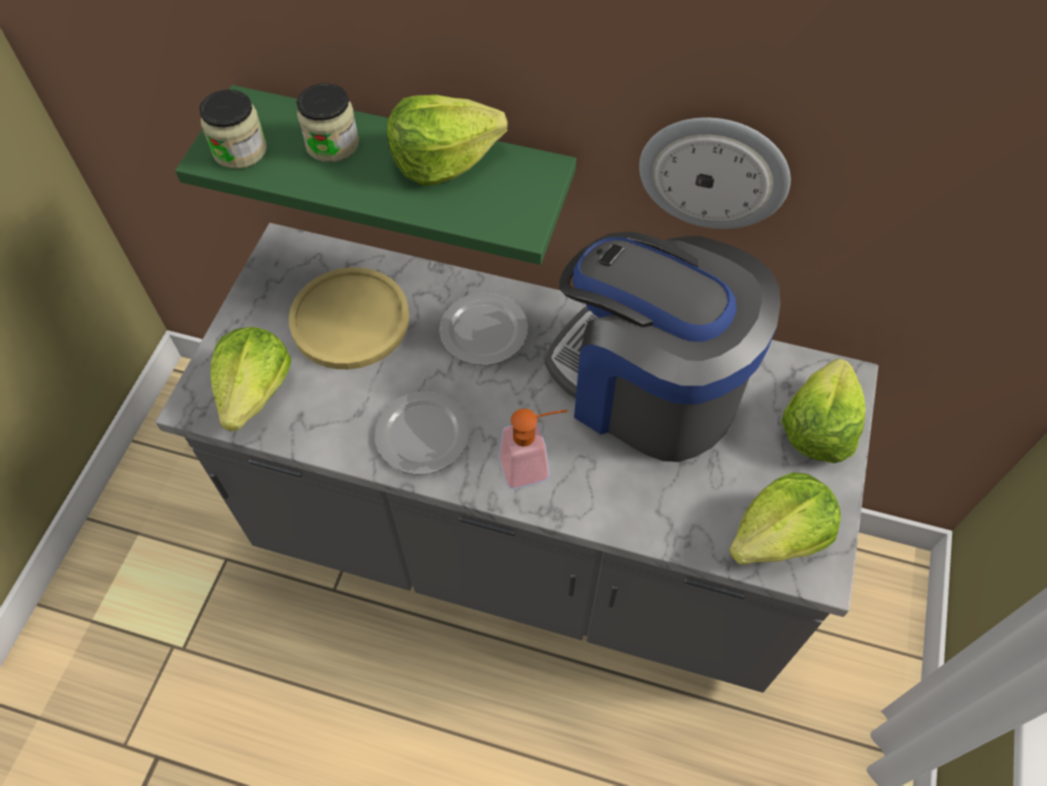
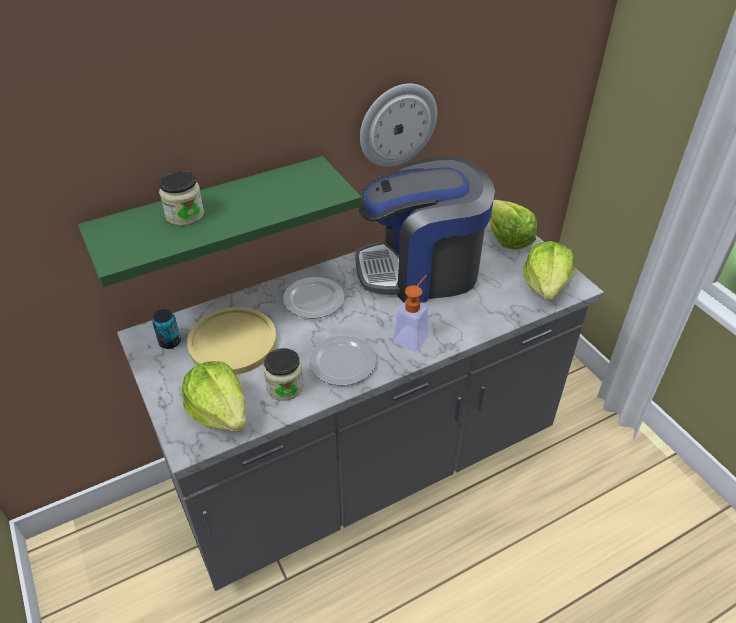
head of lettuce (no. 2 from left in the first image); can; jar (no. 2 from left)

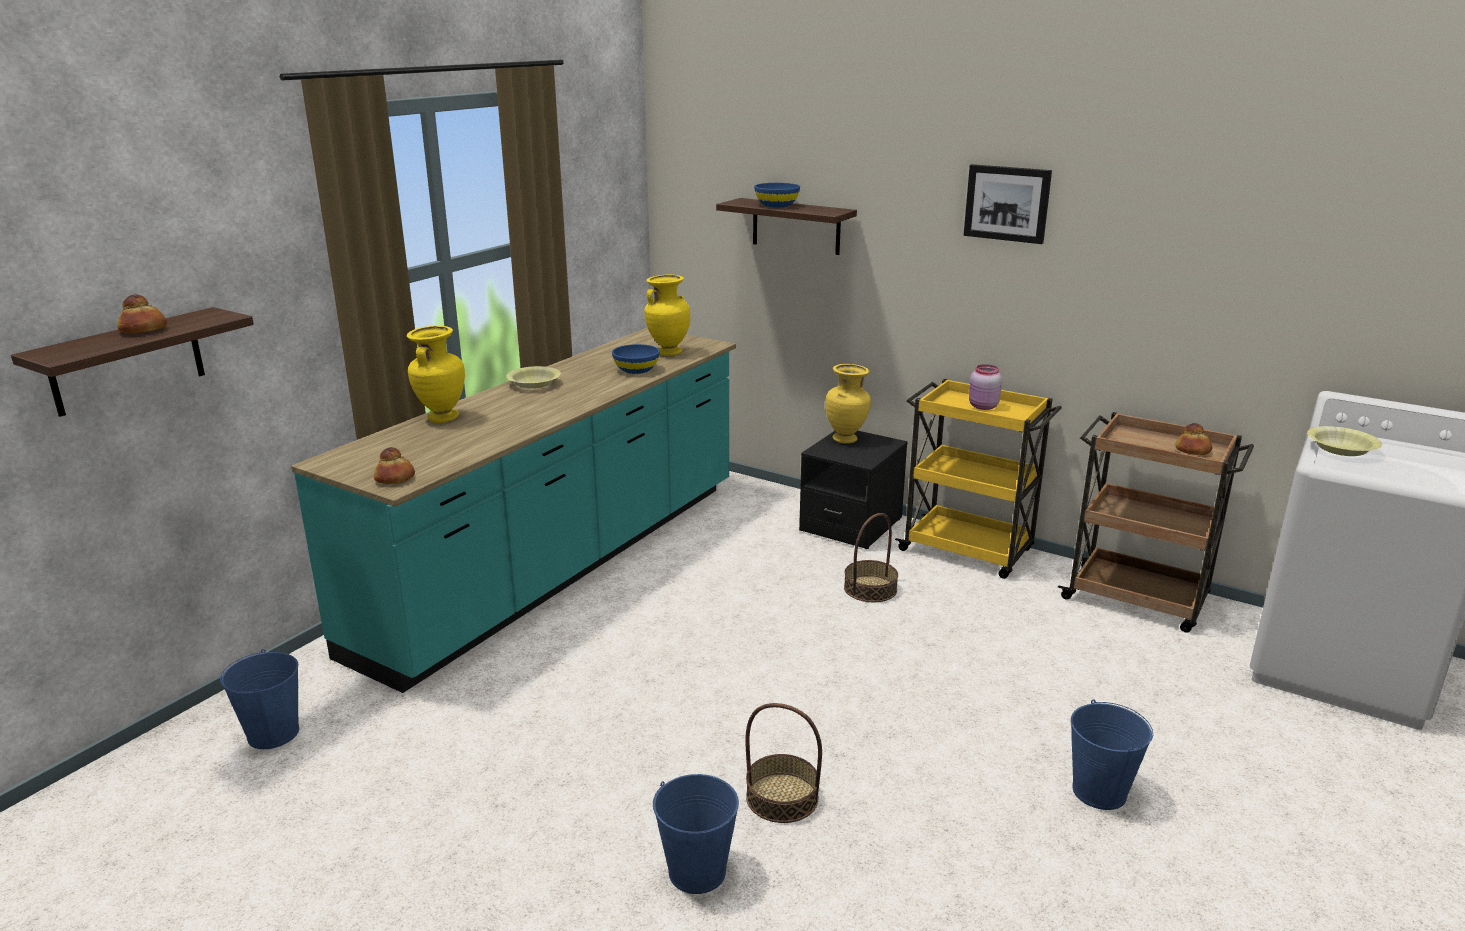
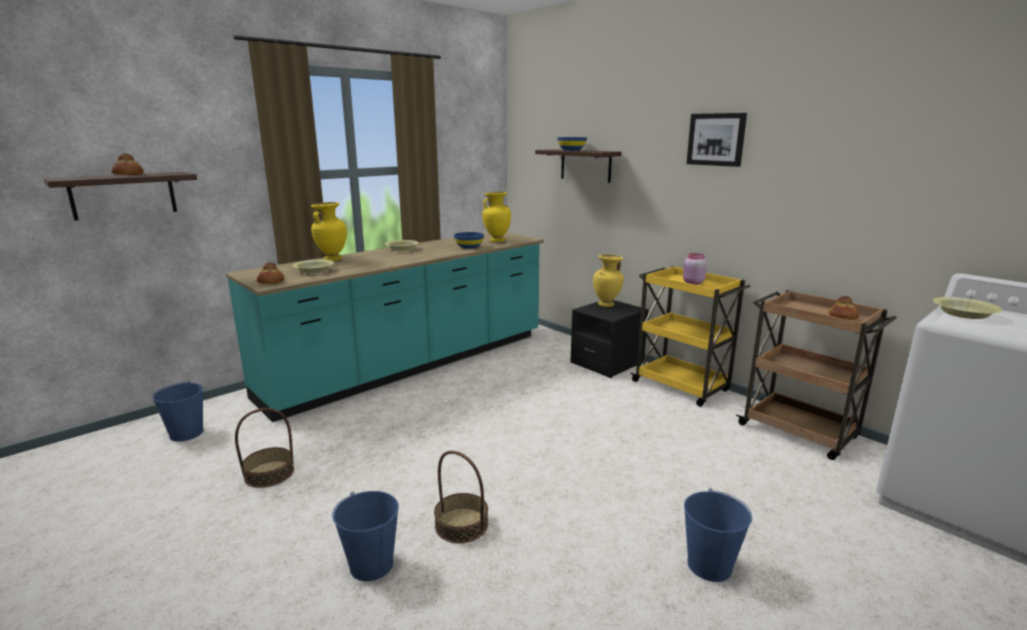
yellow deep dish (no. 1 from left); household basket (no. 1 from left)

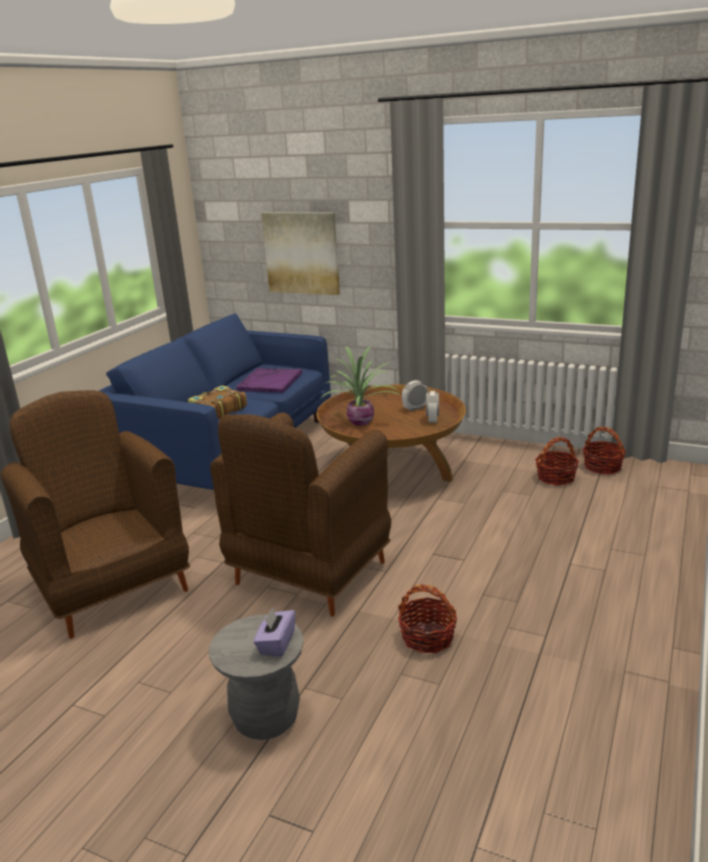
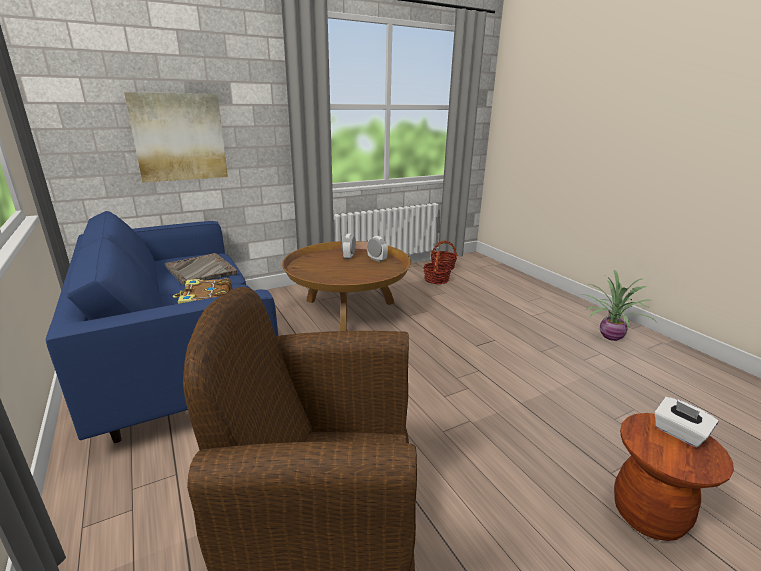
brown lounge chair (no. 2 from left in the first image); household basket (no. 1 from left in the first image); potted plant; brown stool; greyish carrying tray; white box of tissues

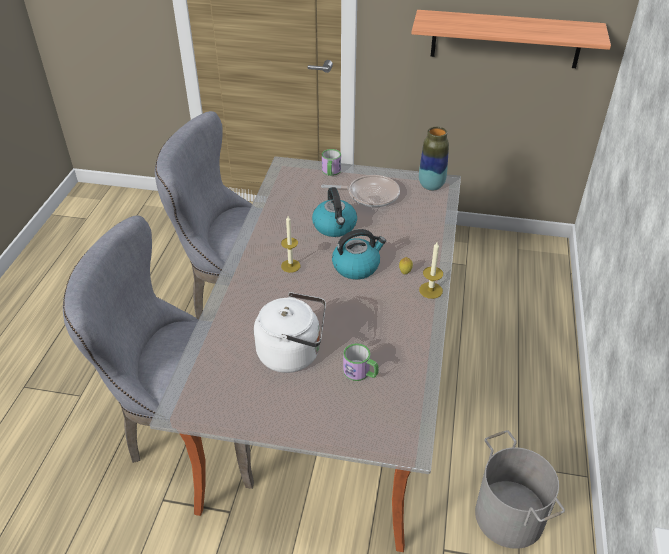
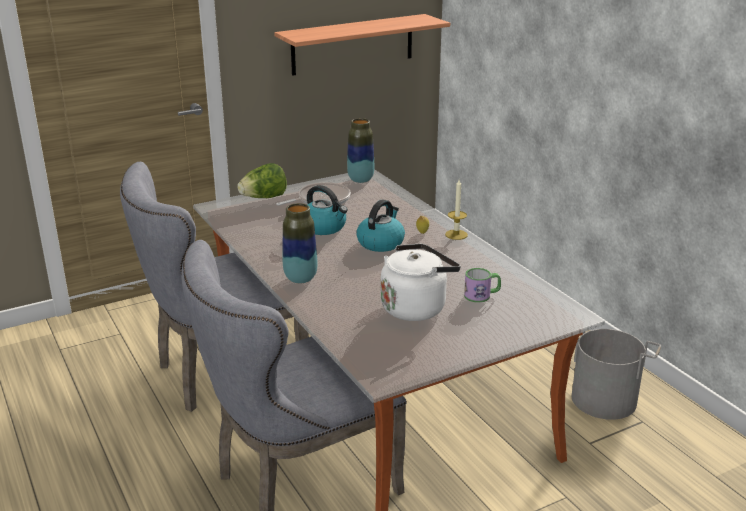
wax light (no. 1 from left in the first image); decorative vase (no. 1 from left); head of lettuce

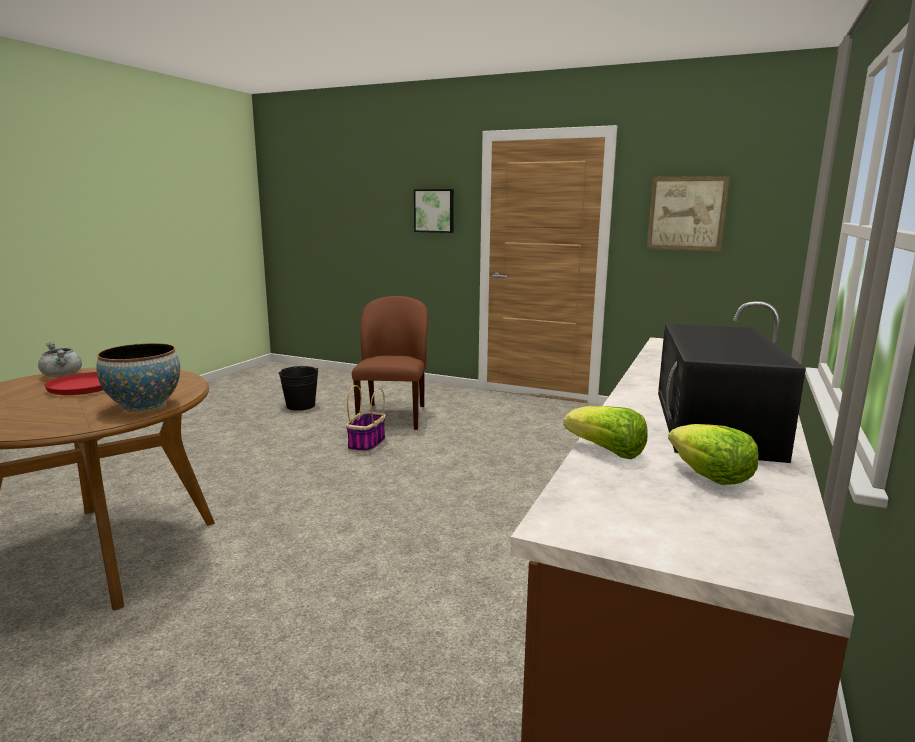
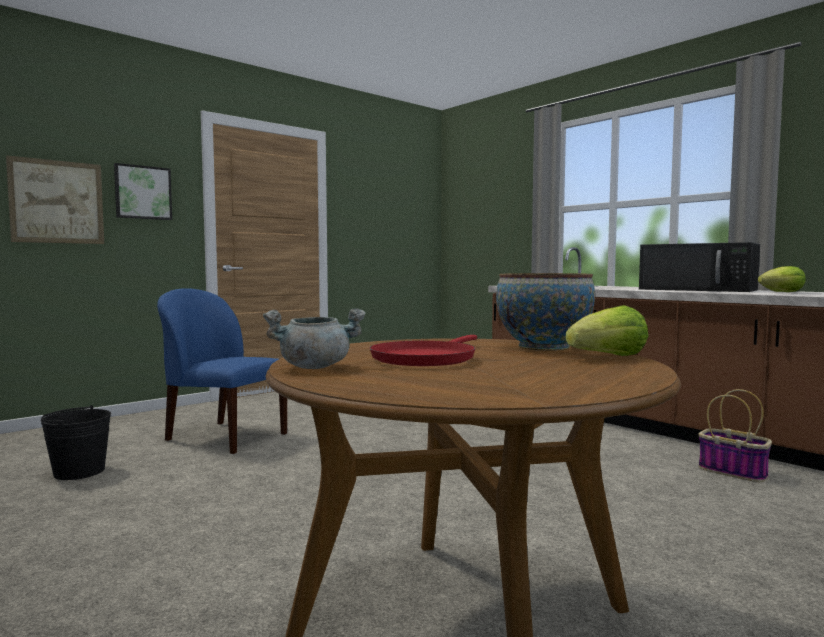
household basket; head of lettuce (no. 1 from left); wall art (no. 1 from left); blue-coloured plain chair

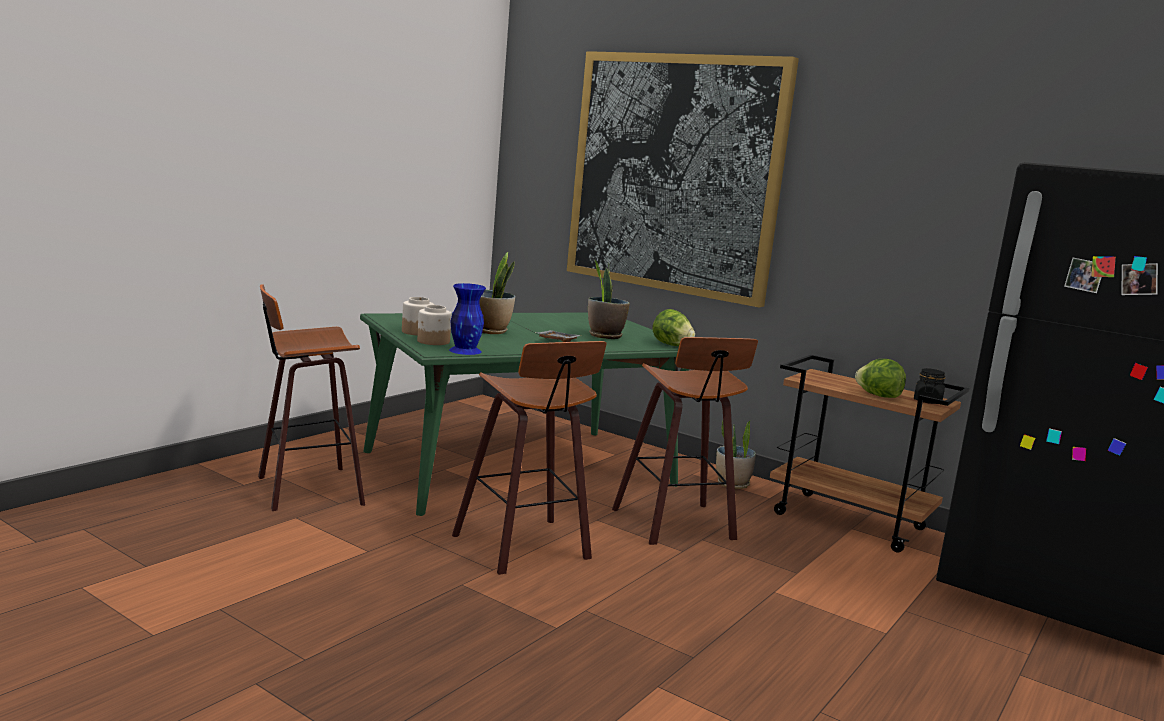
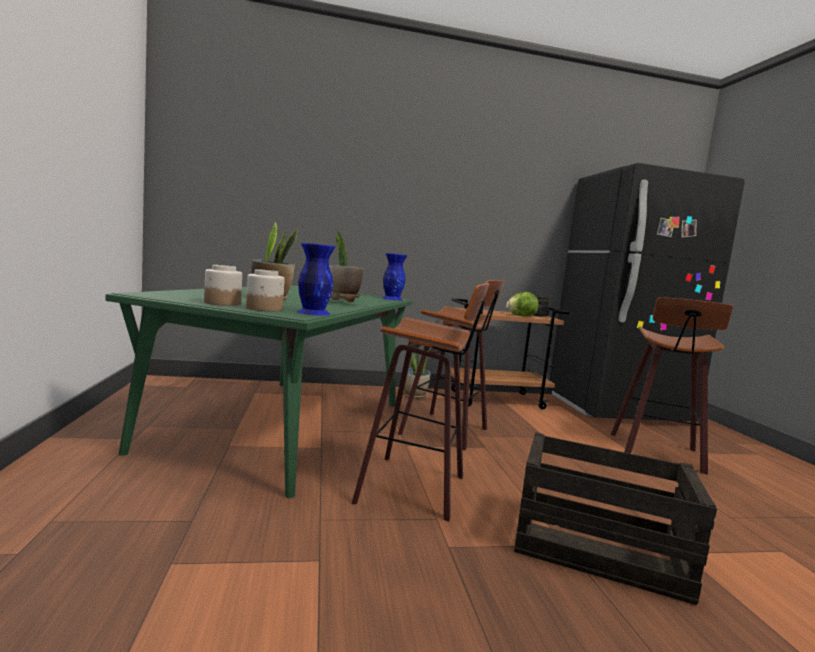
wall art; packing crate; stool (no. 3 from left); blue-coloured decorative vase (no. 2 from left)

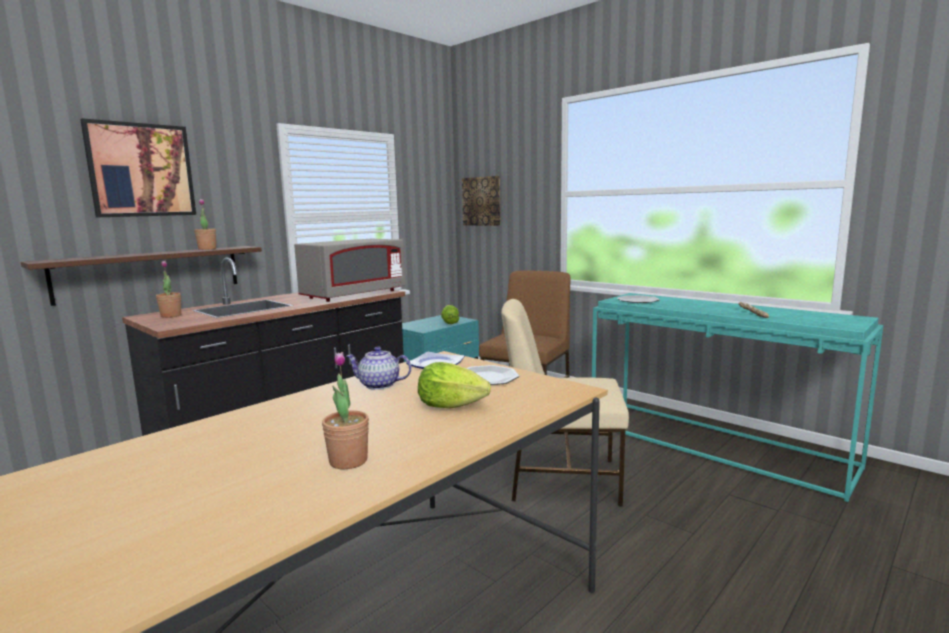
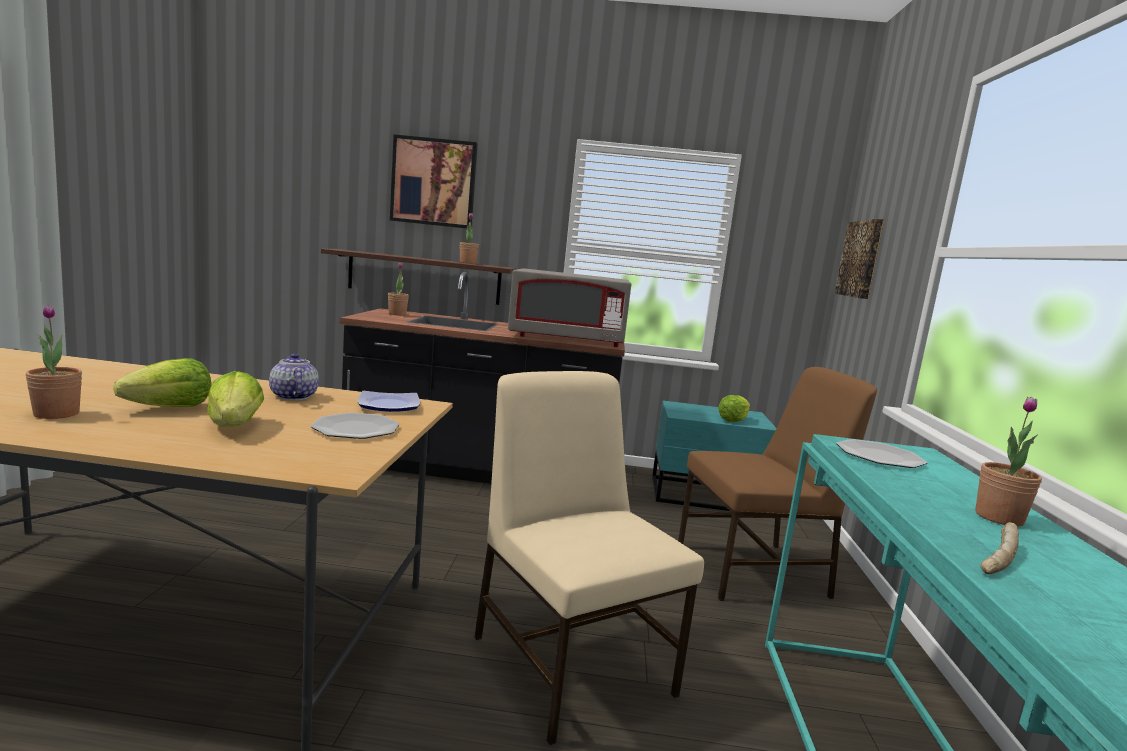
head of lettuce (no. 1 from left); potted plant (no. 4 from left)

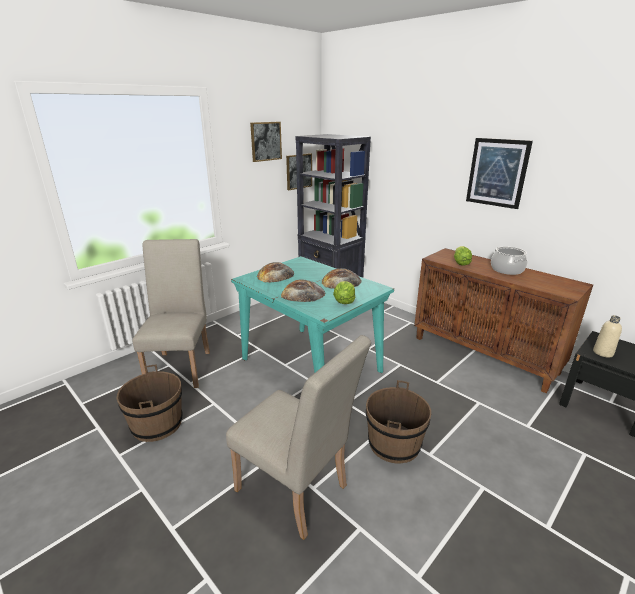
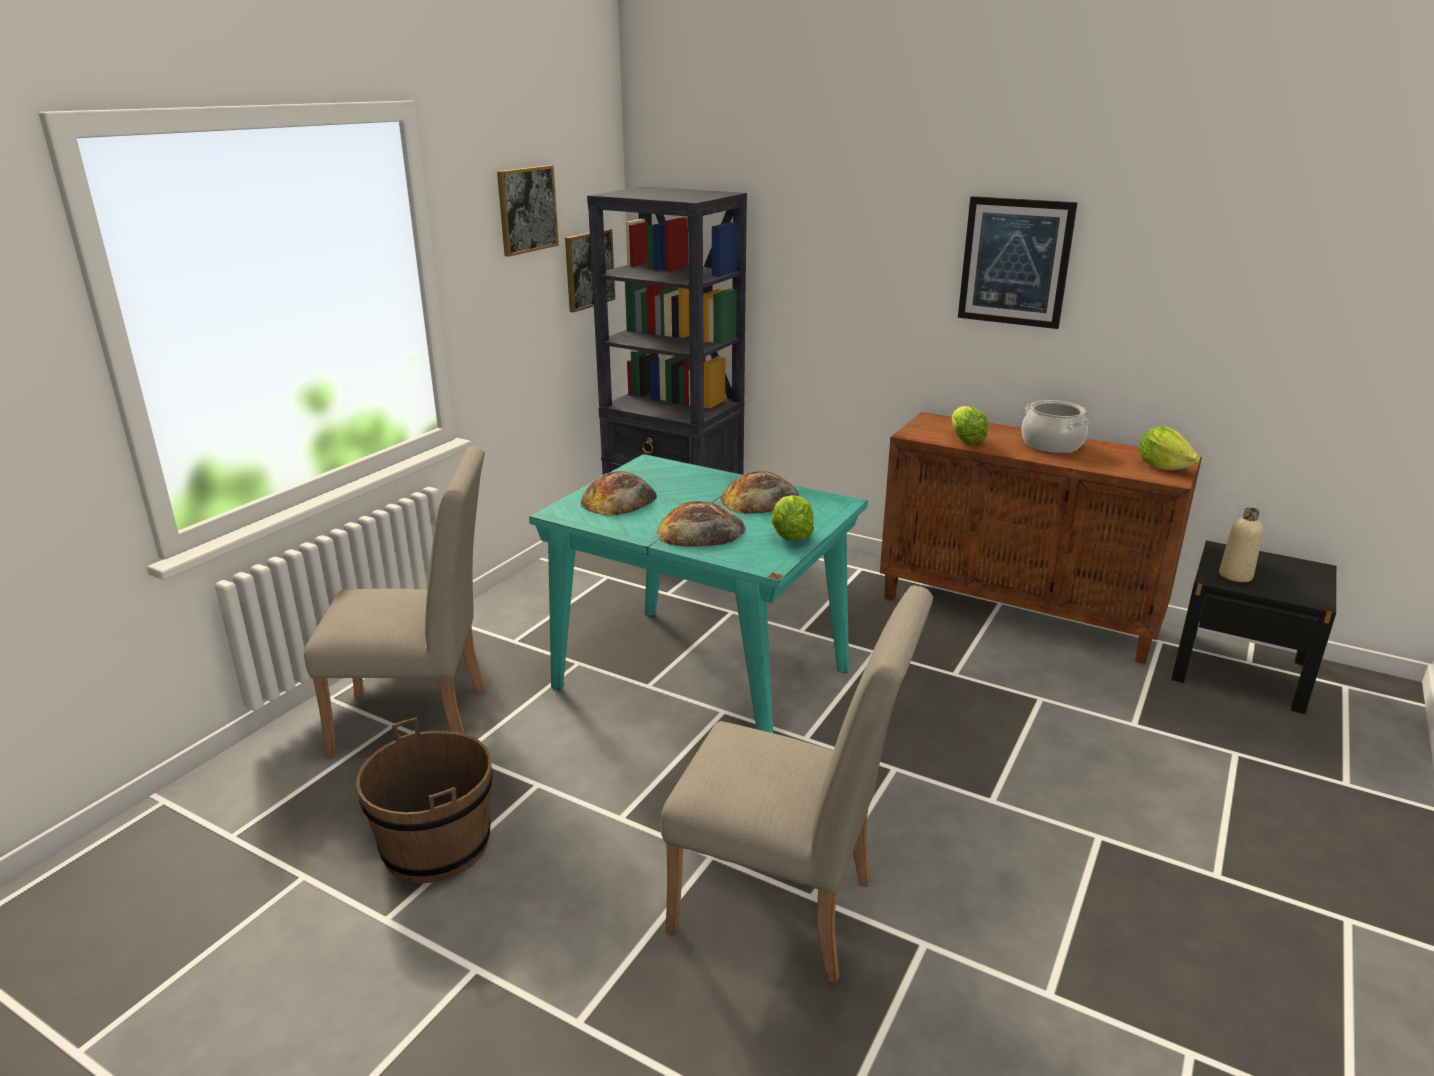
brown pail (no. 2 from left in the first image); head of lettuce (no. 3 from left); beige plain chair (no. 1 from left)

